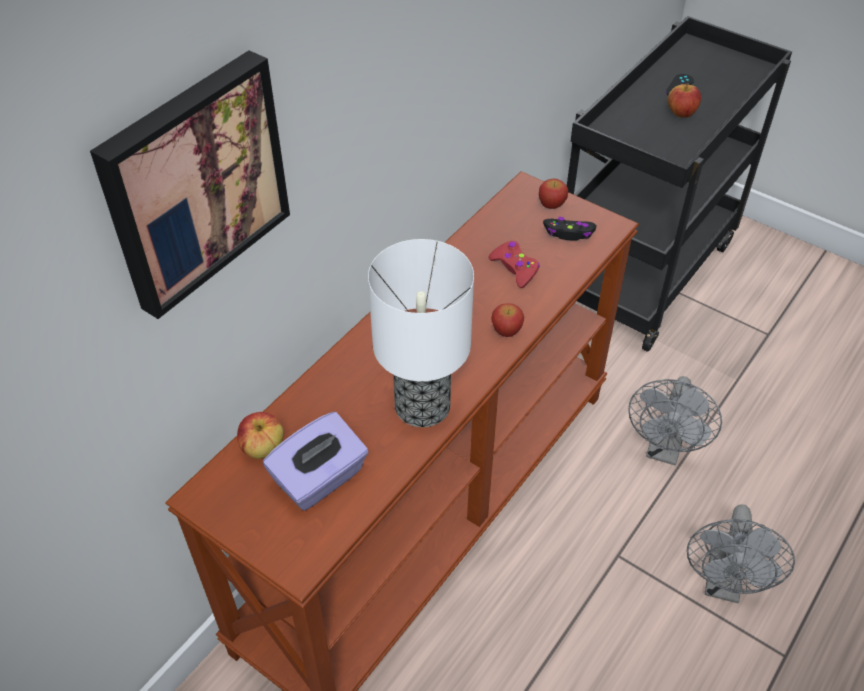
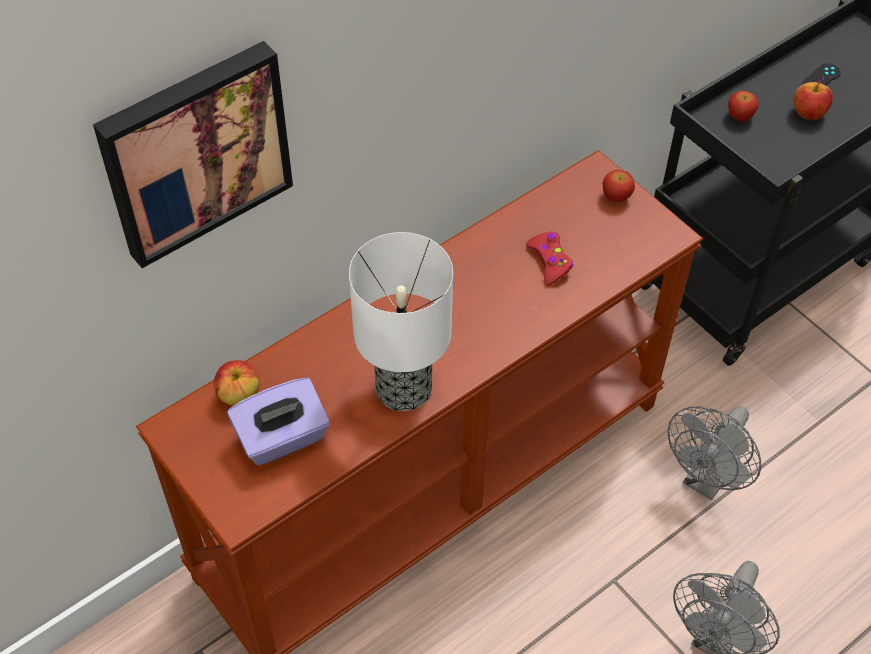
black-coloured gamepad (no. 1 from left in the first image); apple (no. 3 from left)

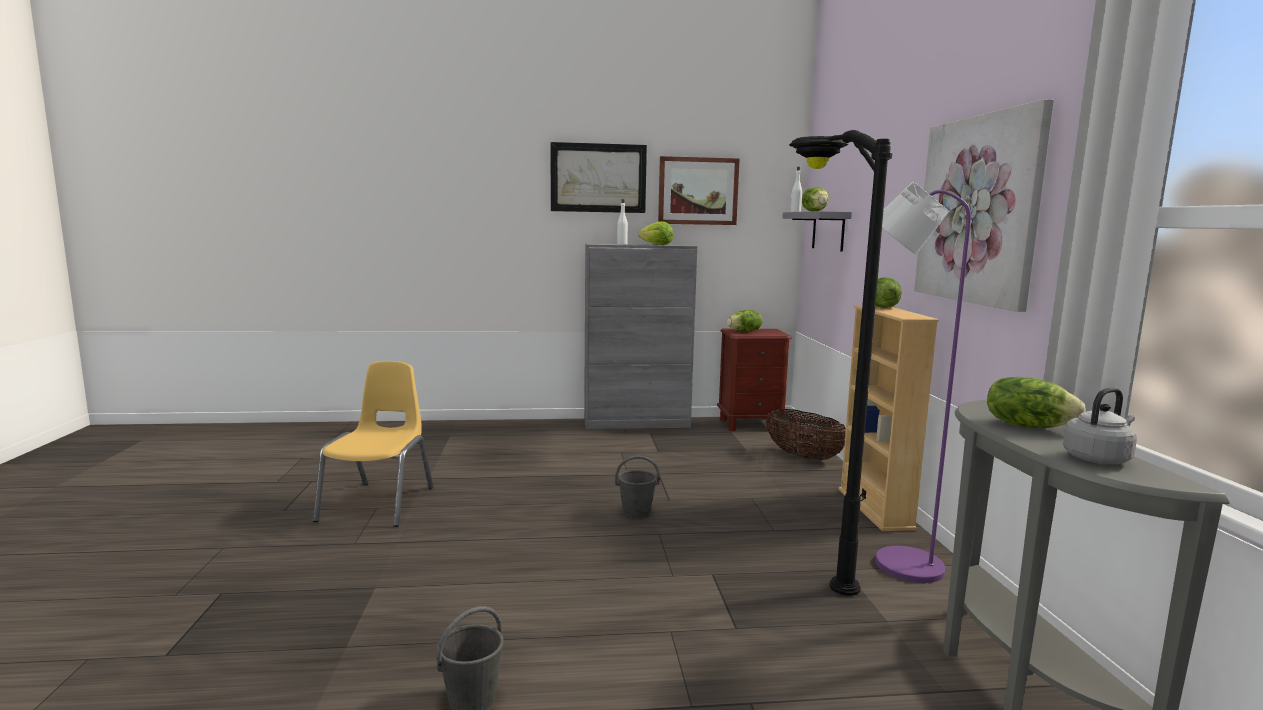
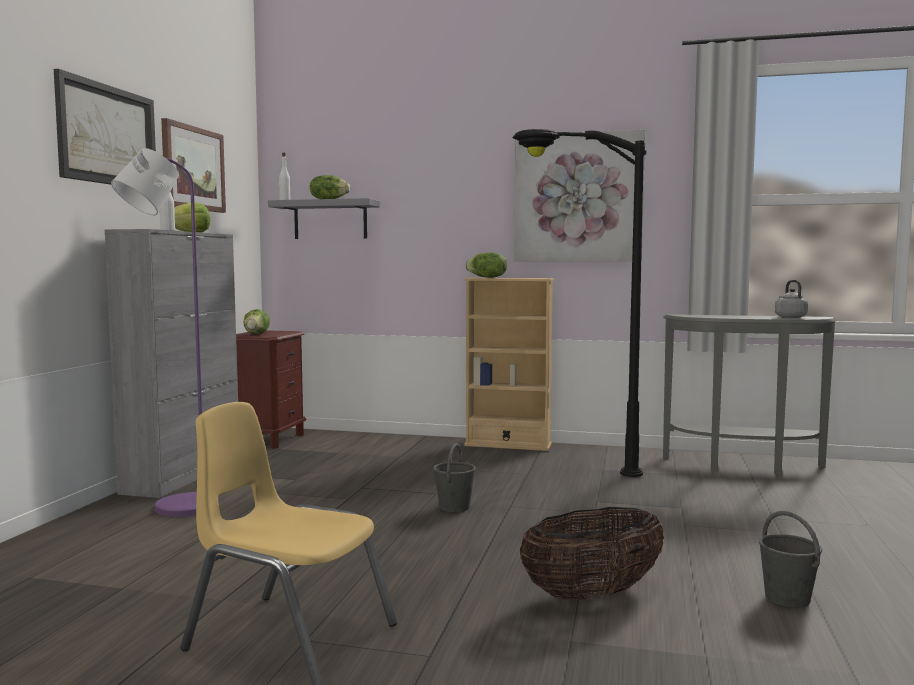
head of lettuce (no. 5 from left in the first image); household basket; purplish standard lamp

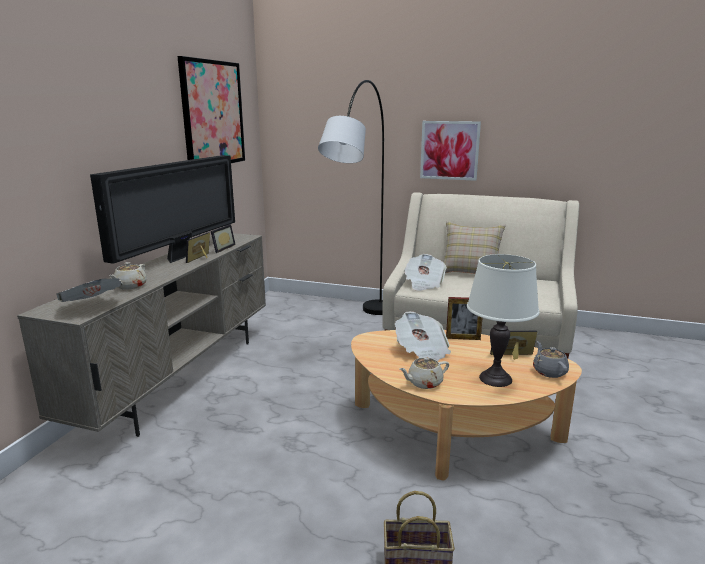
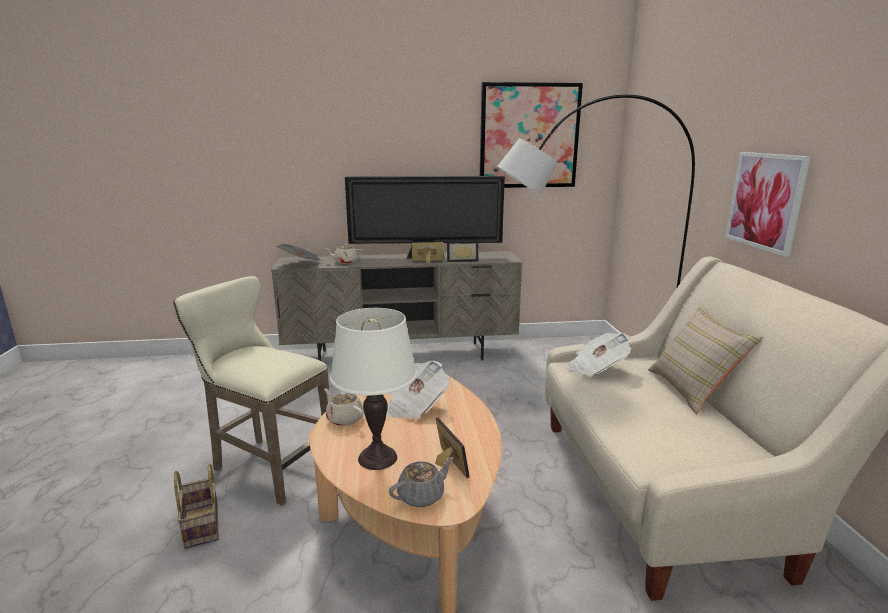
standing frame (no. 3 from left in the first image); beige stool

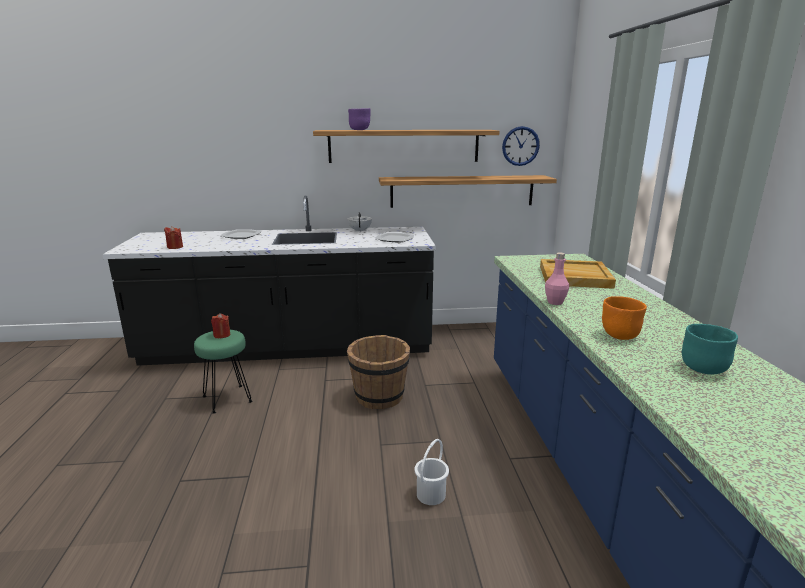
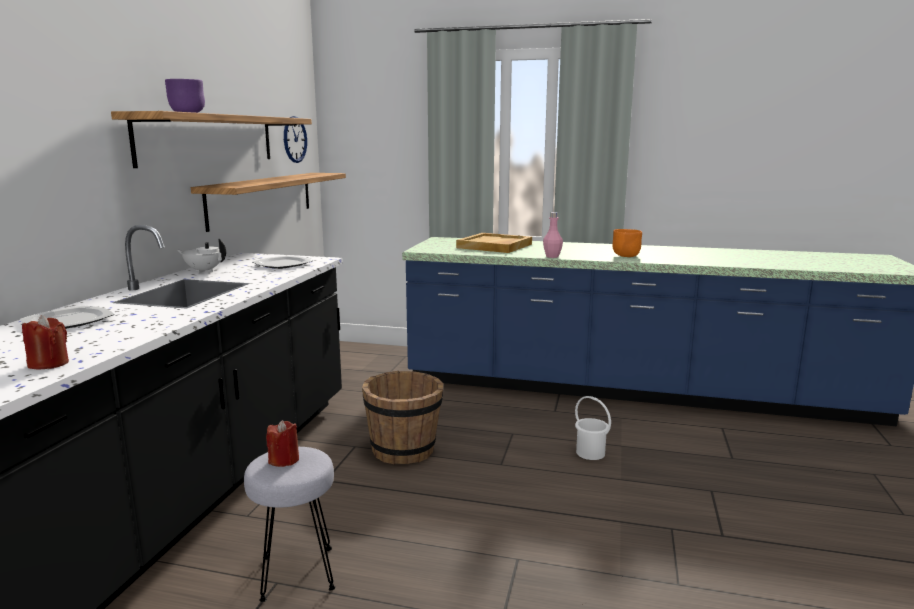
blue-green deep dish; greyish stool

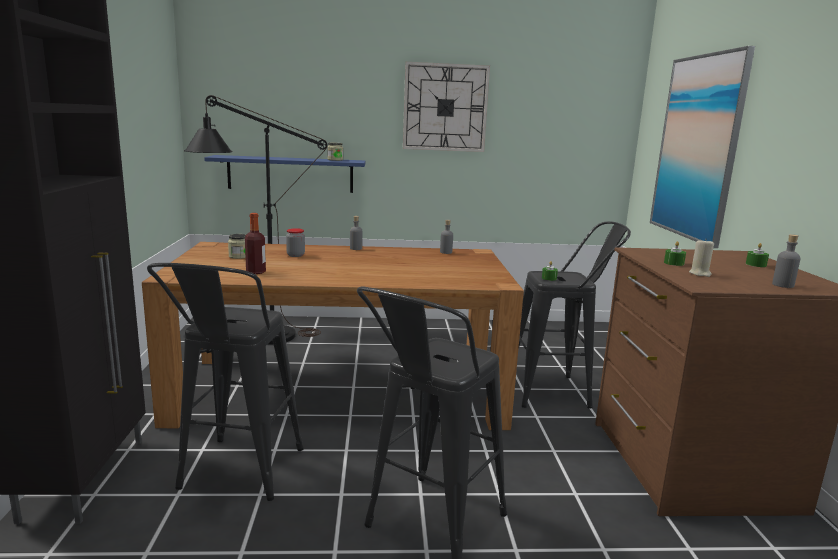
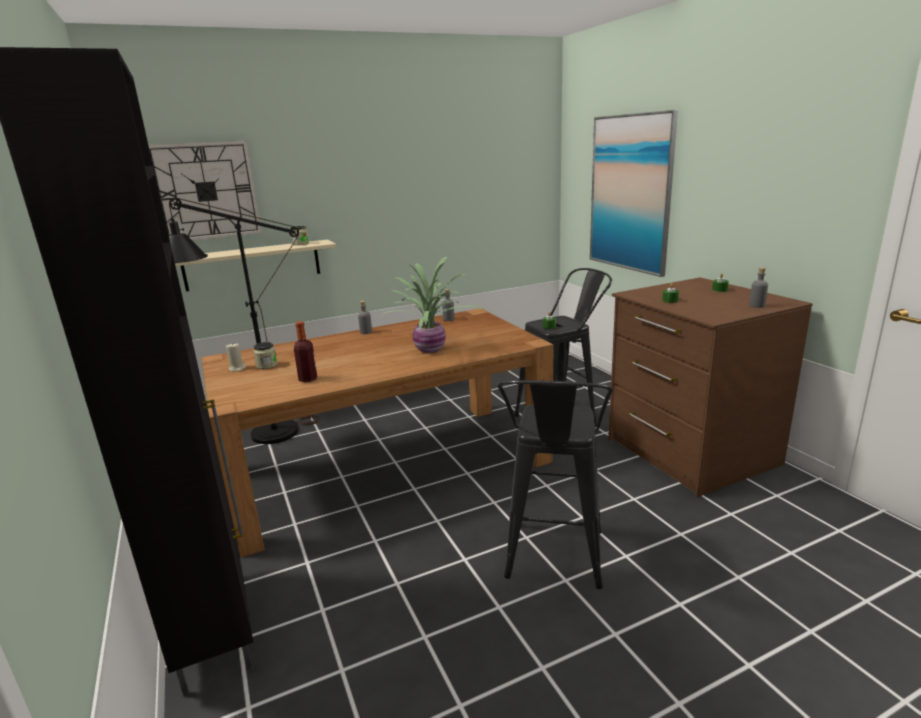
black-coloured stool (no. 1 from left in the first image); jar (no. 2 from left in the first image); potted plant; hanging clock; beige wax light; beige shelf

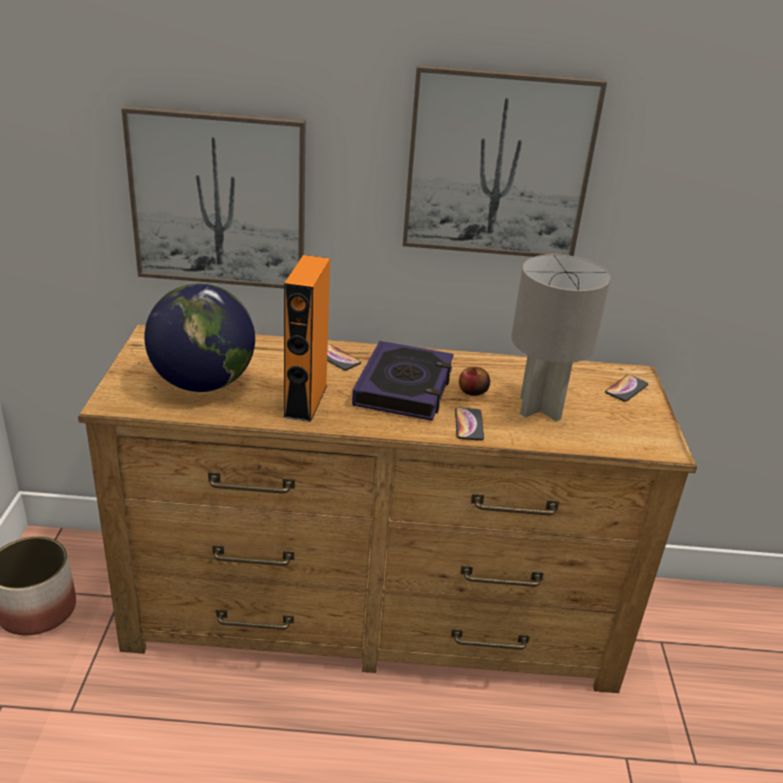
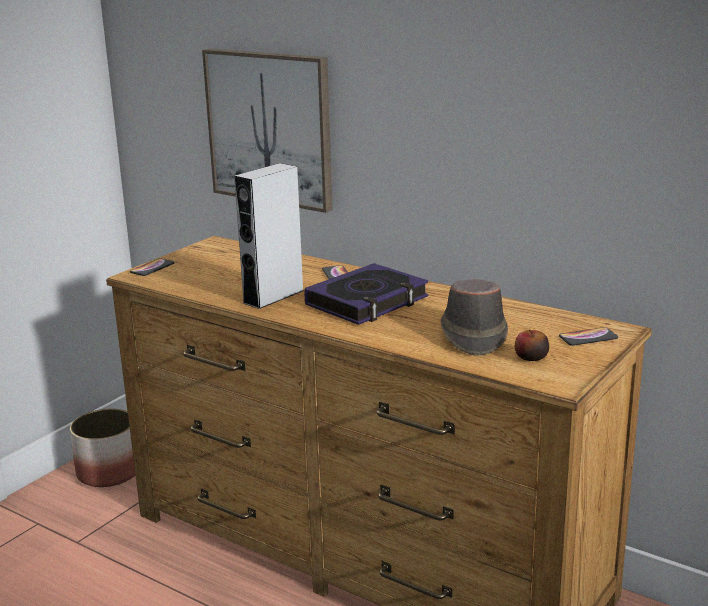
globe; wall art (no. 2 from left in the first image); telephone (no. 1 from left); apple; brown clothing hat; greyish audio speaker

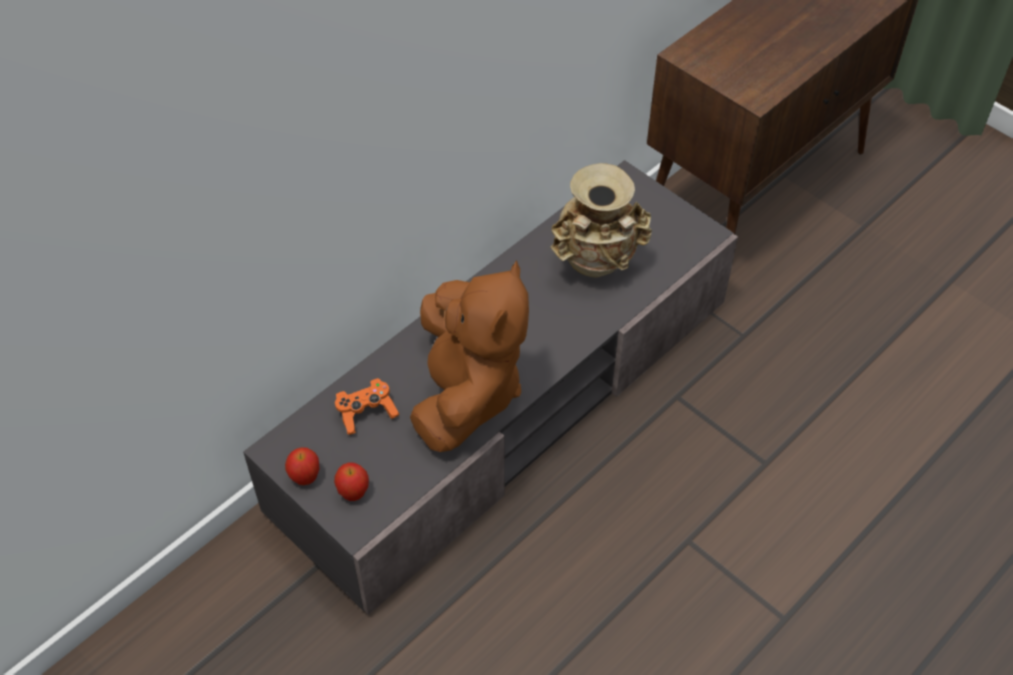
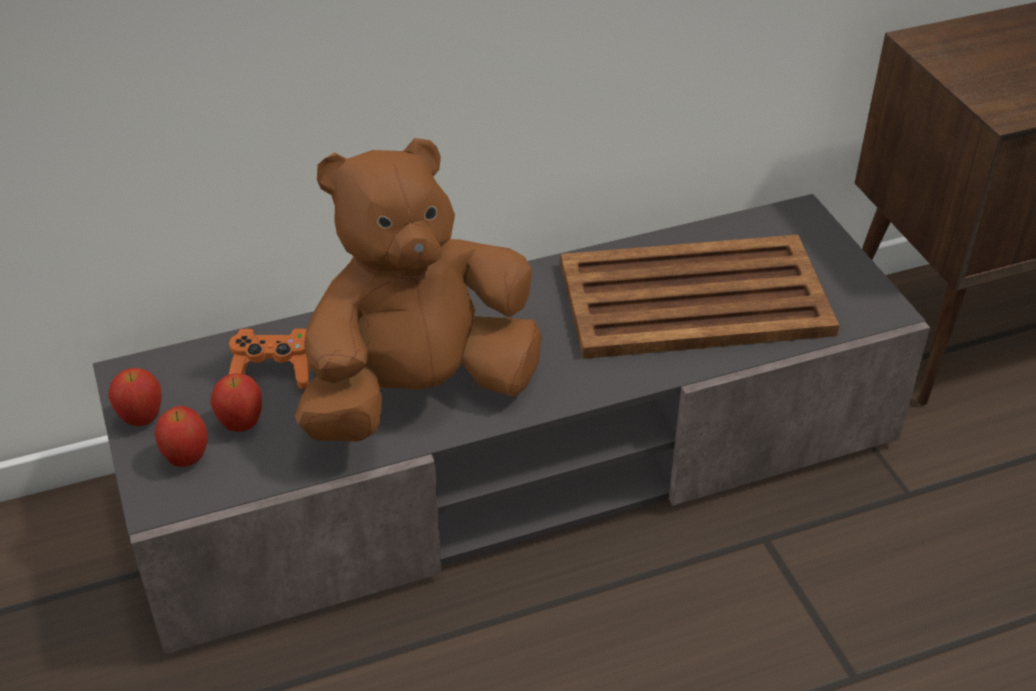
apple (no. 3 from left); brown carrying tray; brown cuddly toy

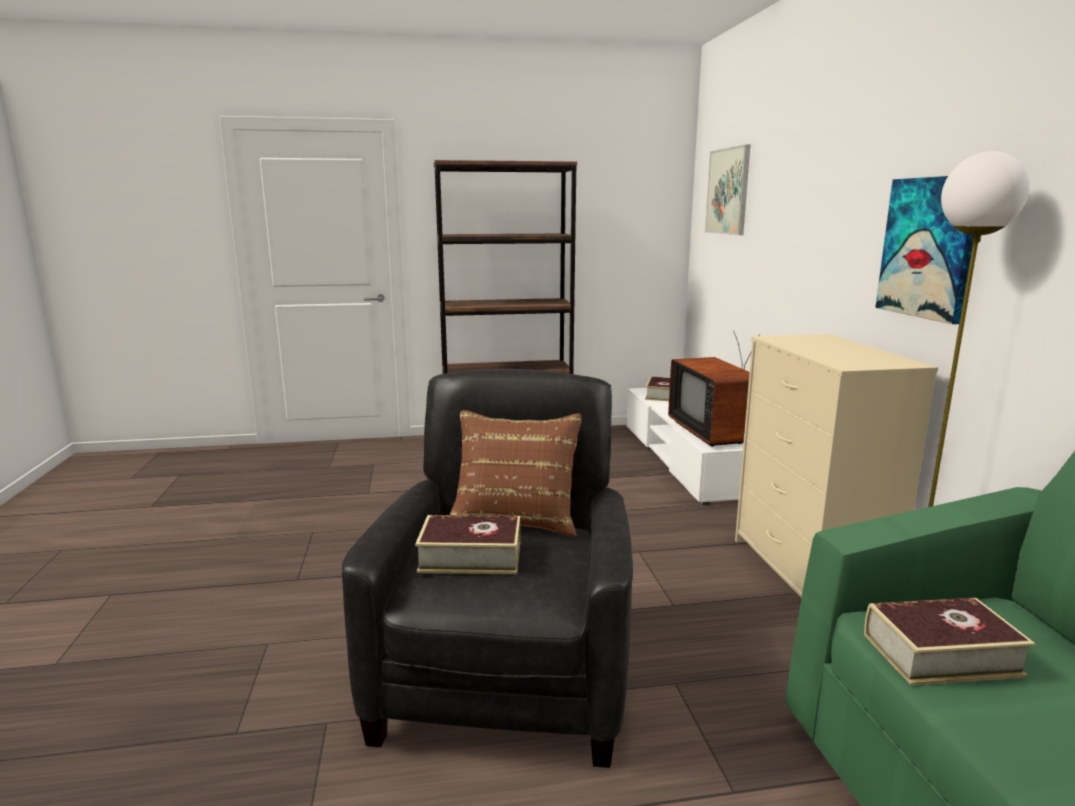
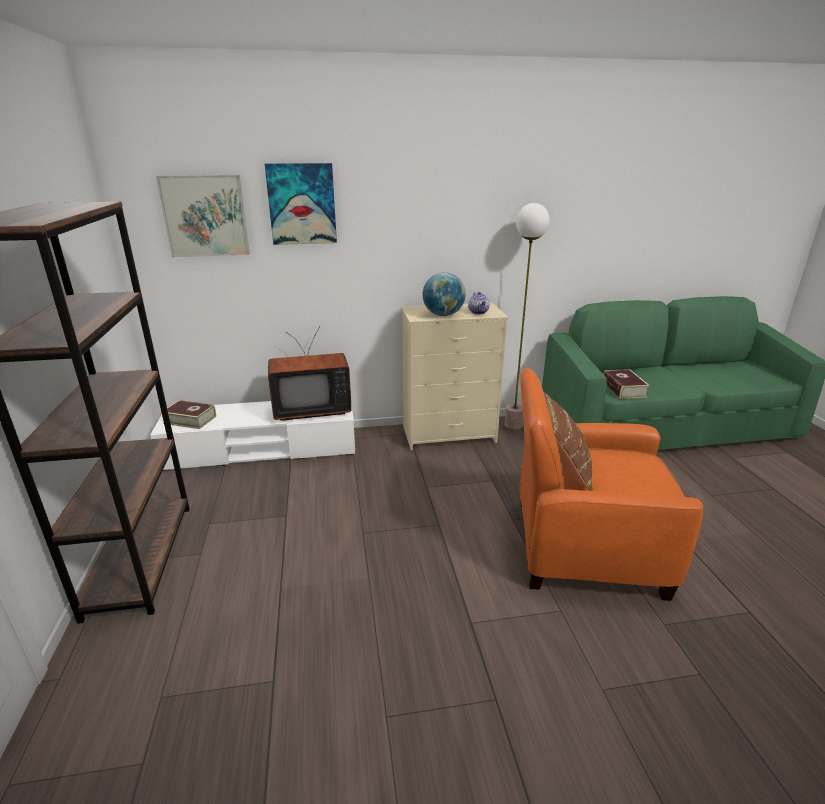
volume (no. 1 from left in the first image); globe; tea pot; wall art (no. 2 from left); orange lounge chair

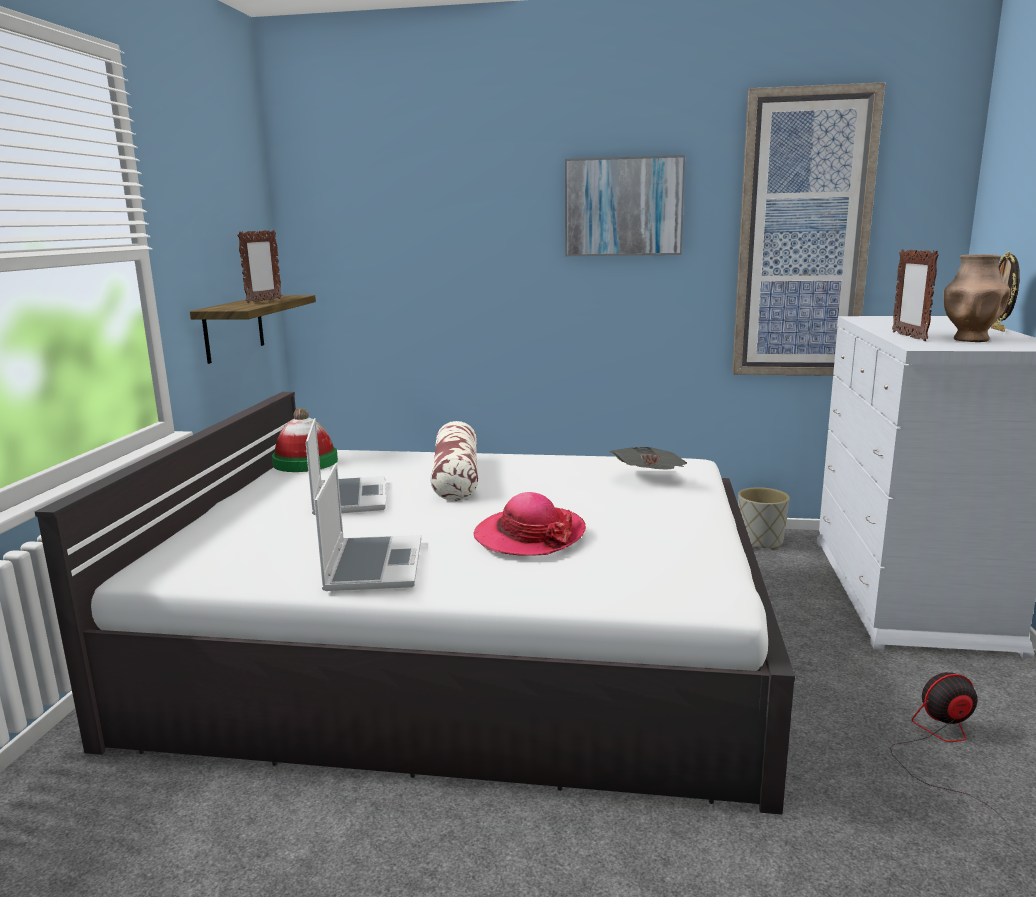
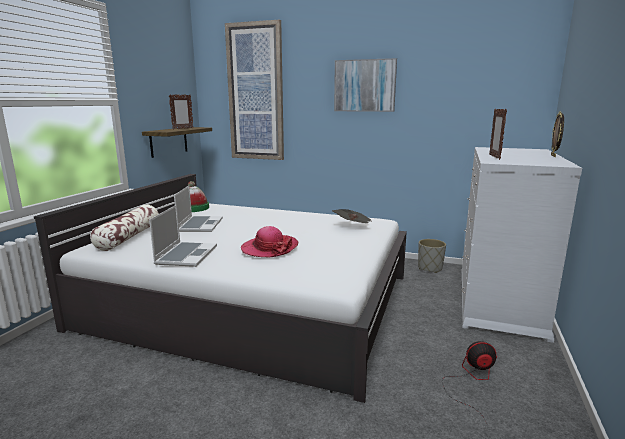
brown decorative vase; pillow; wall art (no. 1 from left)

